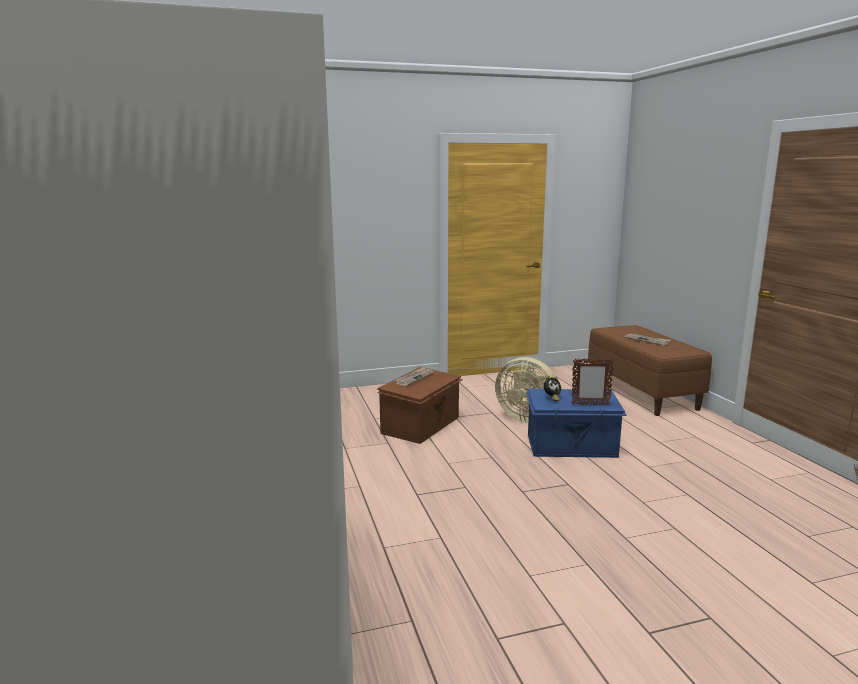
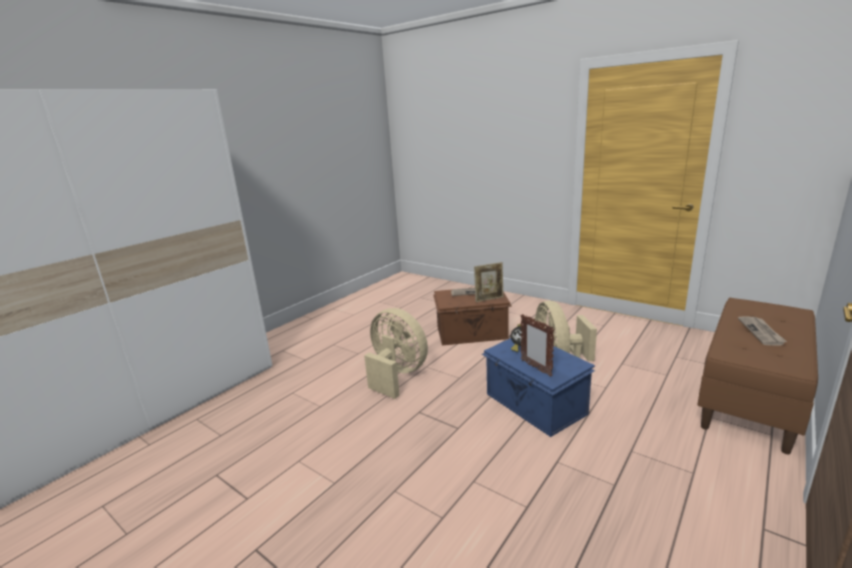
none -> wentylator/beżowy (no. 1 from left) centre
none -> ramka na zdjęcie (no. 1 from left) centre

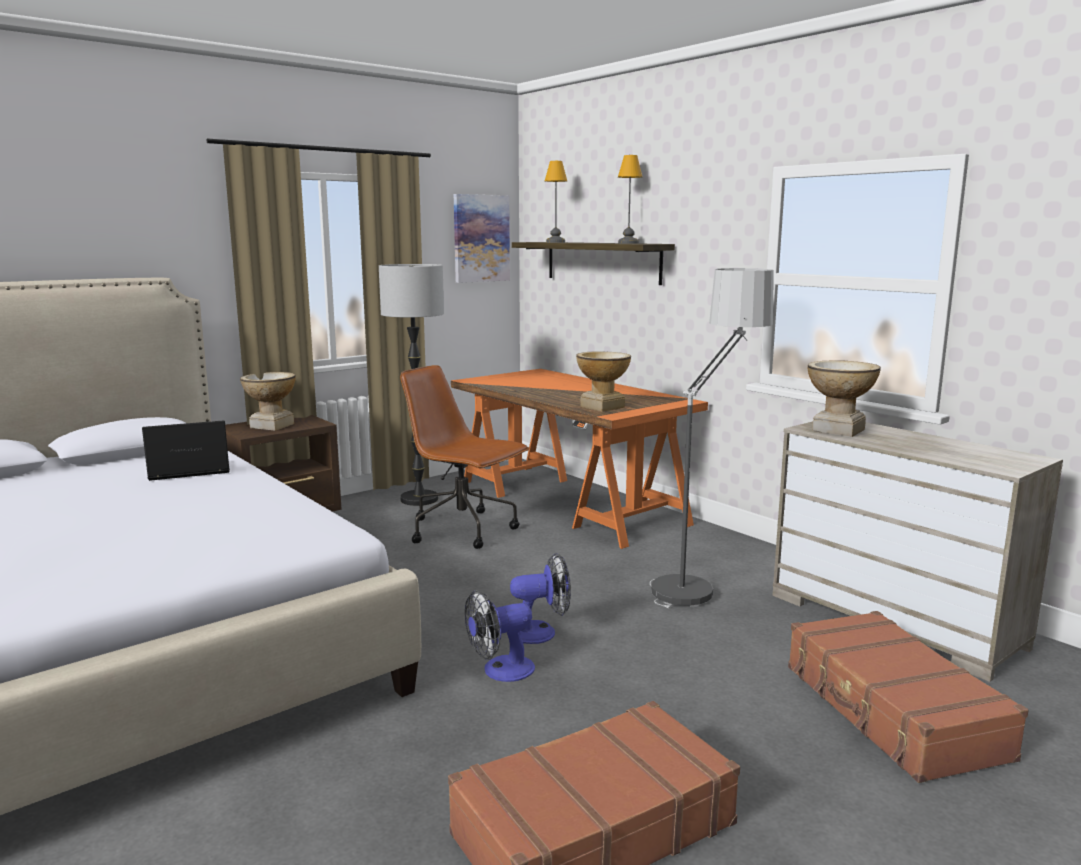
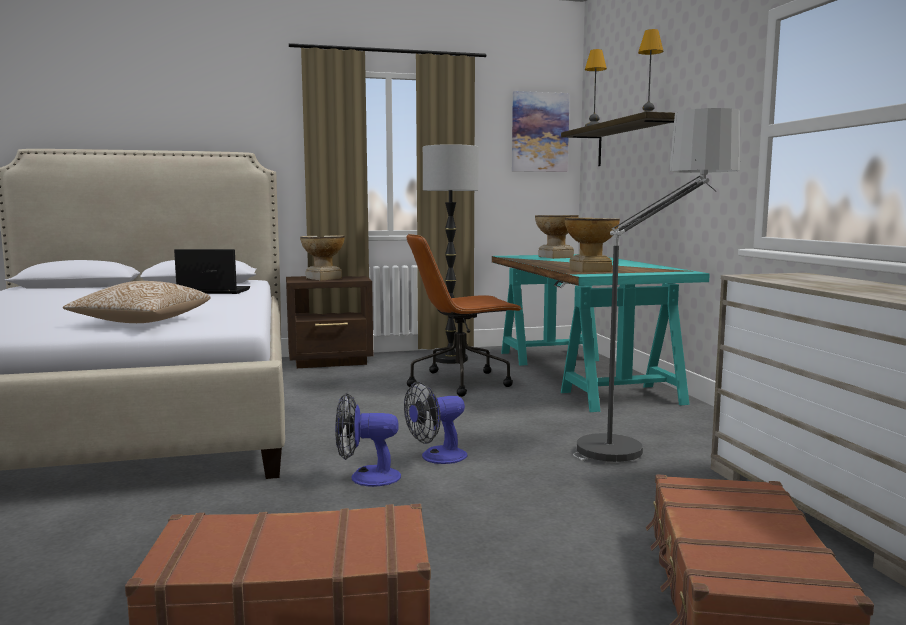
none -> poduszka middle left
wentylator (no. 2 from left) bottom centre, 135 degrees clockwise
krzesło biurowe/brązowy centre, 75 degrees counterclockwise
biurko/pomarańczowy centre -> biurko/turkusowy centre
wazon (no. 3 from left in the first image) middle right -> wazon (no. 2 from left) centre, shifted

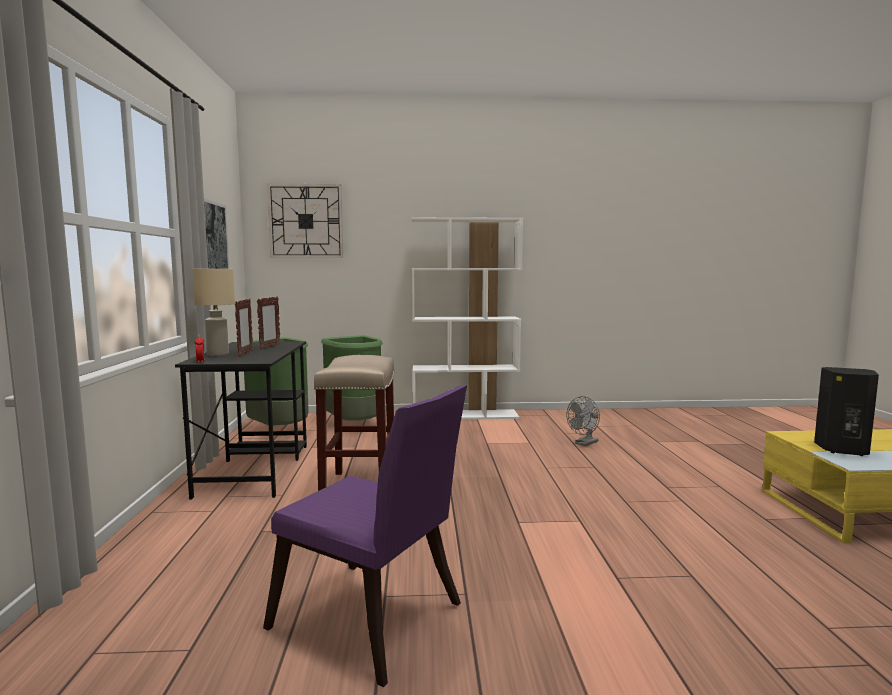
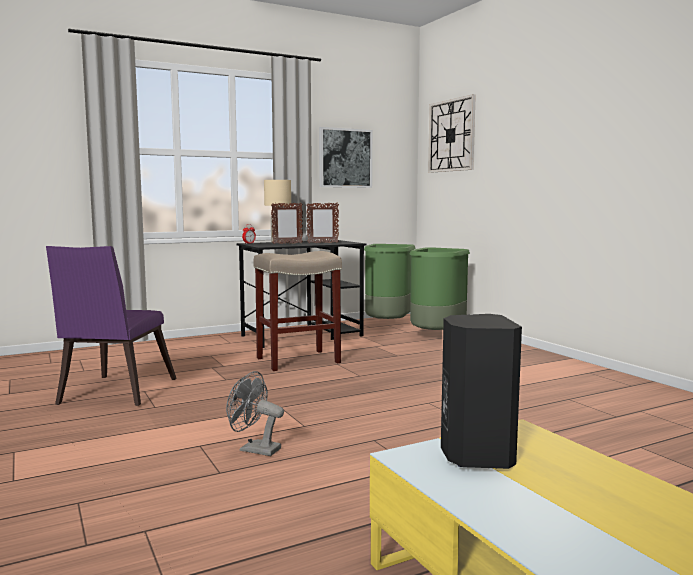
wentylator/szary centre -> wentylator/szary bottom centre, shifted
regał/biały centre -> none

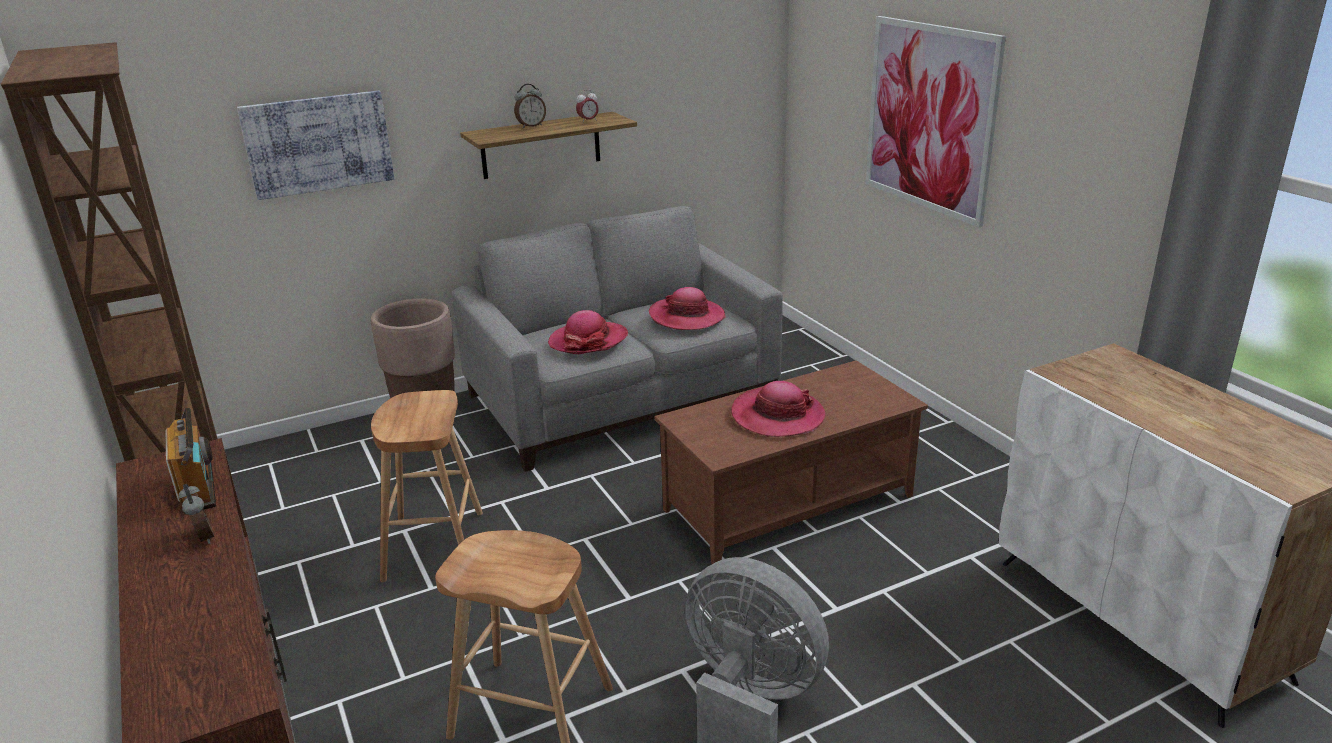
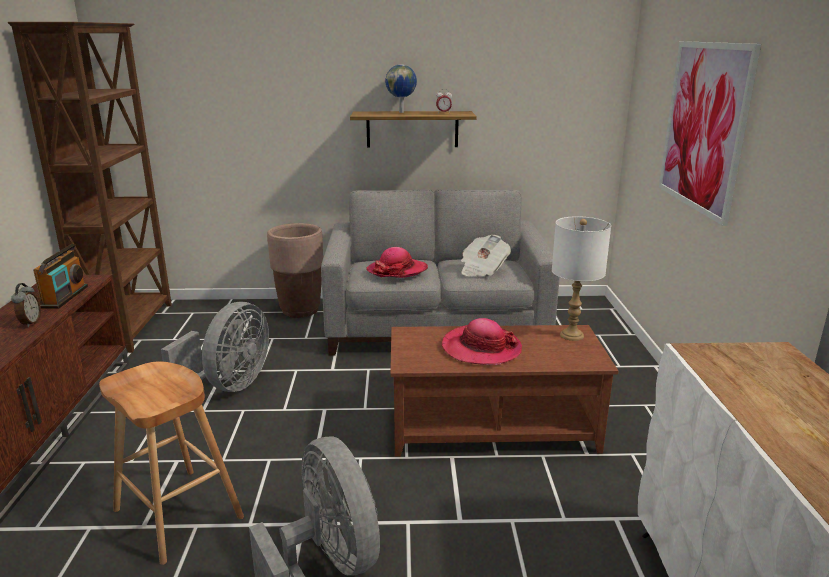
stołek/brązowy (no. 1 from left) middle left -> wentylator/szary (no. 1 from left) middle left
budzik (no. 2 from left) top centre -> globus top centre
kapelusz (no. 2 from left) centre -> gazeta centre
none -> lampa stołowa/biały middle right
obraz (no. 1 from left) top left -> none

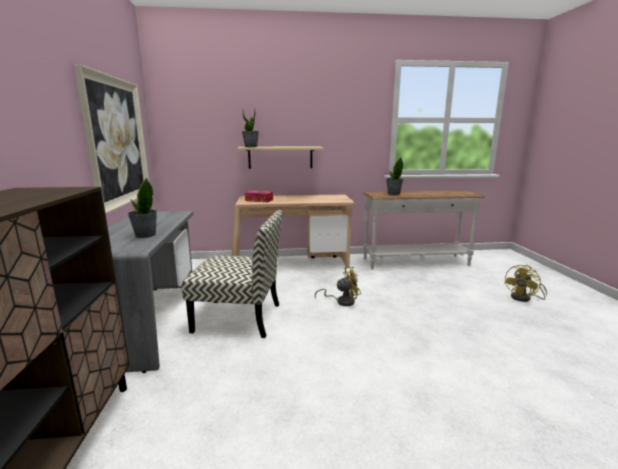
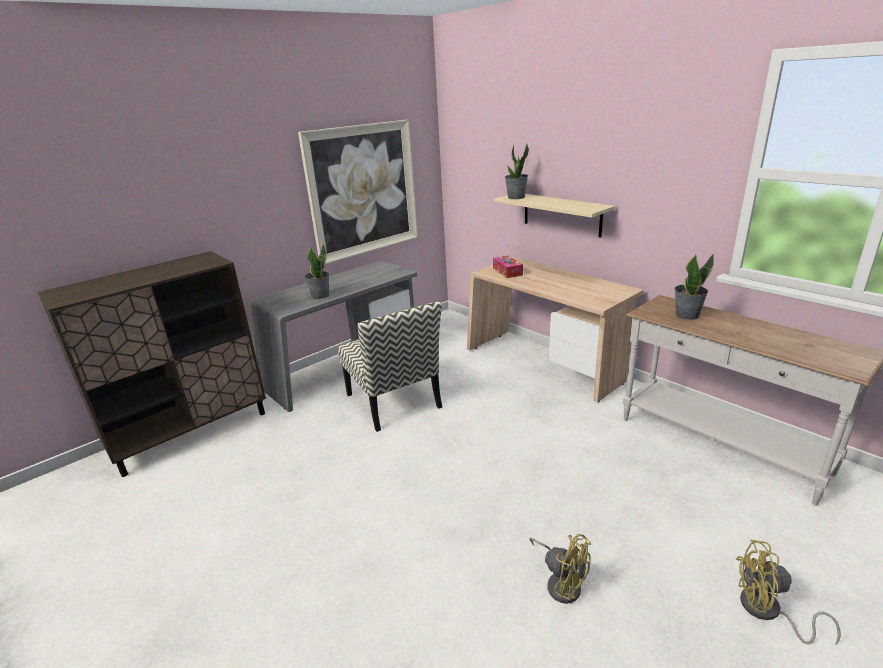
wentylator/żółty (no. 1 from left) centre -> wentylator/żółty (no. 1 from left) bottom centre, shifted

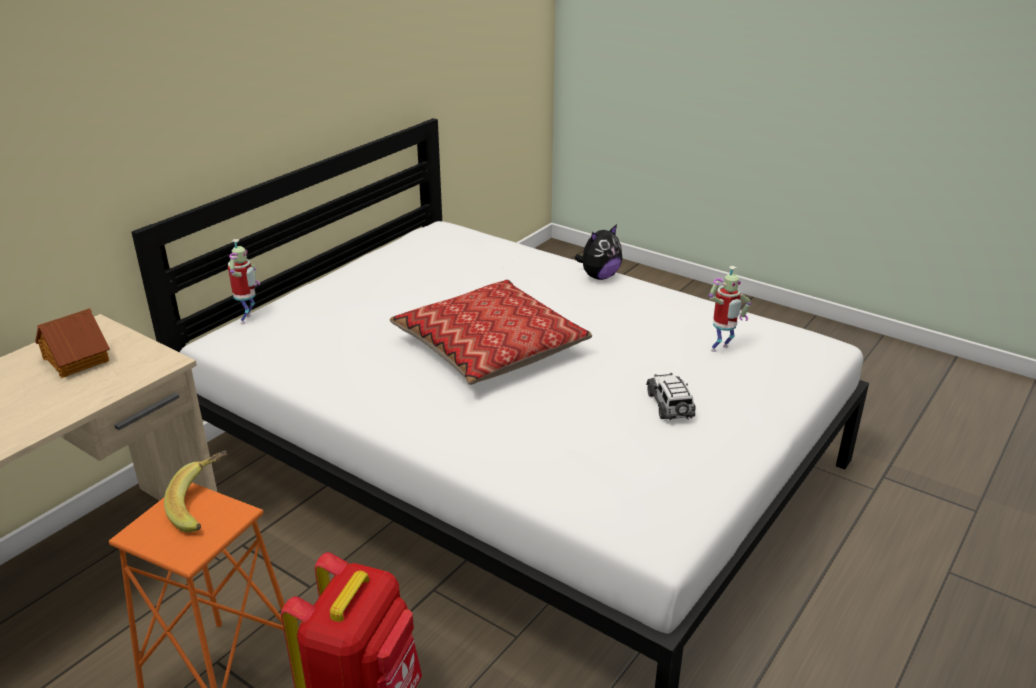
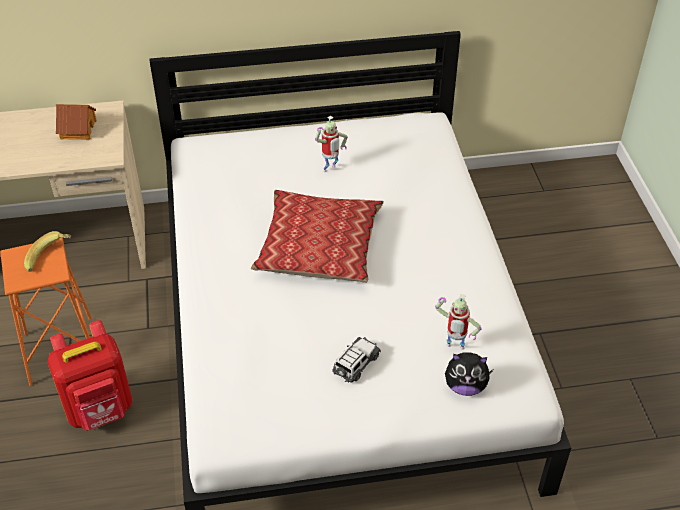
robot zabawkowy (no. 1 from left) middle left -> robot zabawkowy (no. 1 from left) top centre, shifted
pluszak centre -> pluszak bottom right, shifted

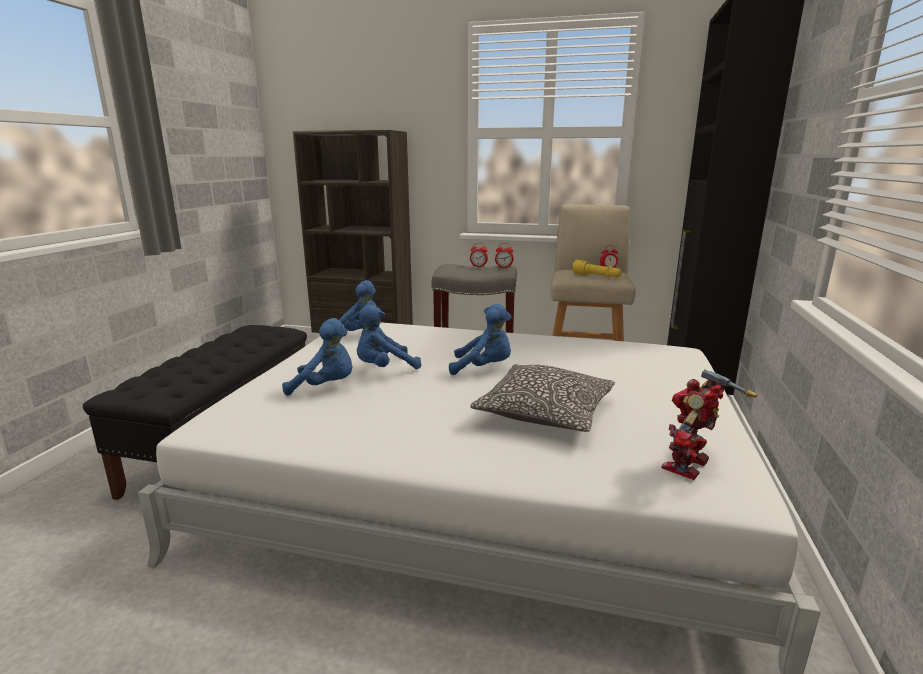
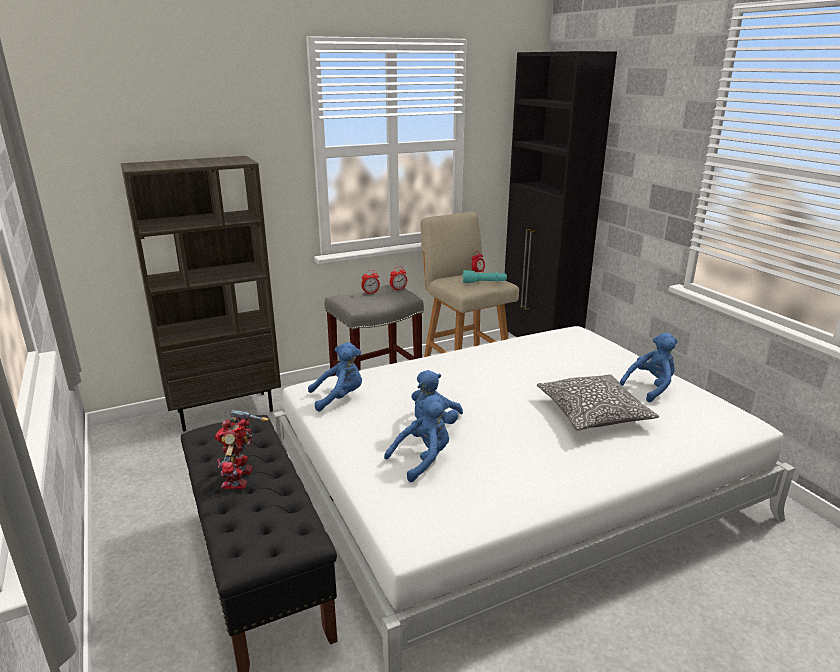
robot zabawkowy middle right -> robot zabawkowy bottom left, shifted
latarka/żółty centre -> latarka/turkusowy centre
pluszak/niebieski (no. 4 from left) centre -> pluszak/niebieski (no. 4 from left) middle right, shifted

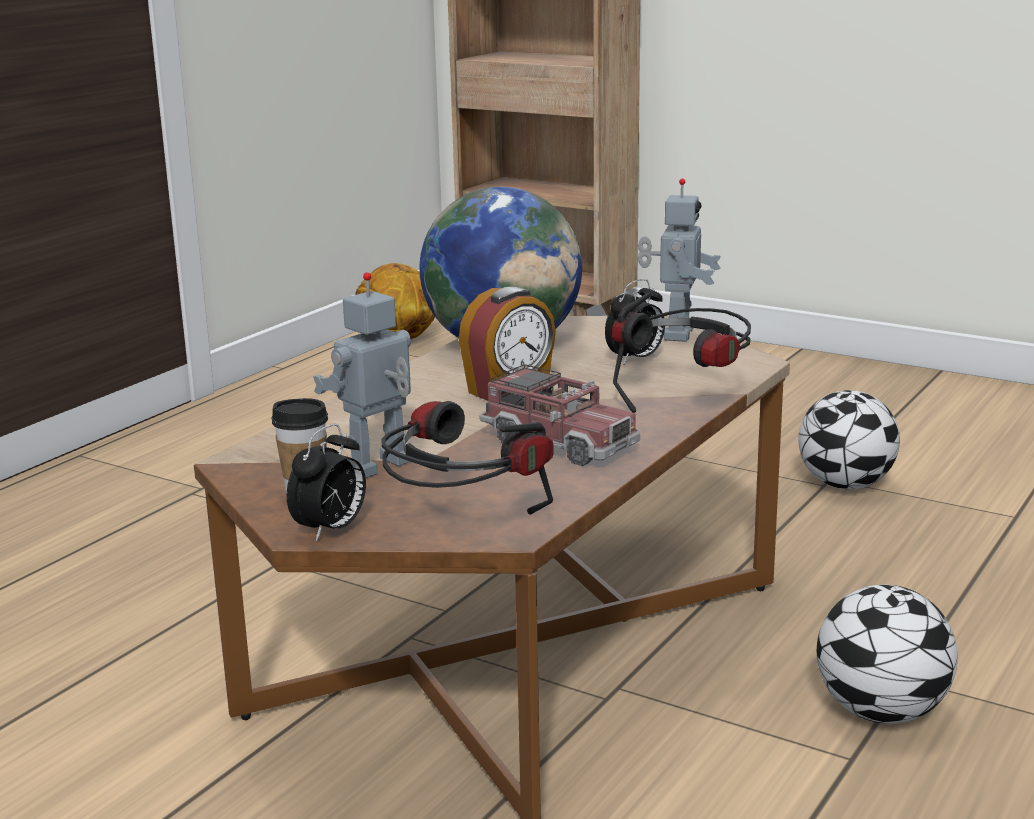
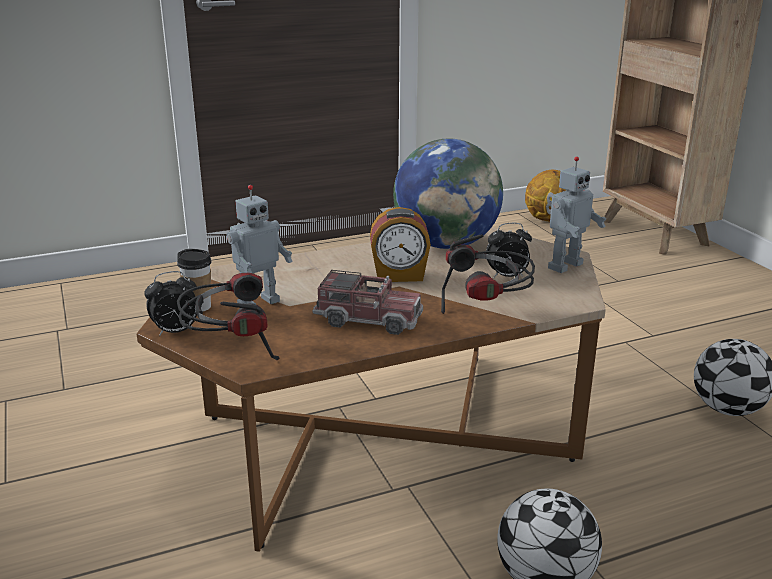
robot zabawkowy (no. 1 from left) centre, 150 degrees clockwise
ciężarówka zabawkowa centre, 60 degrees counterclockwise

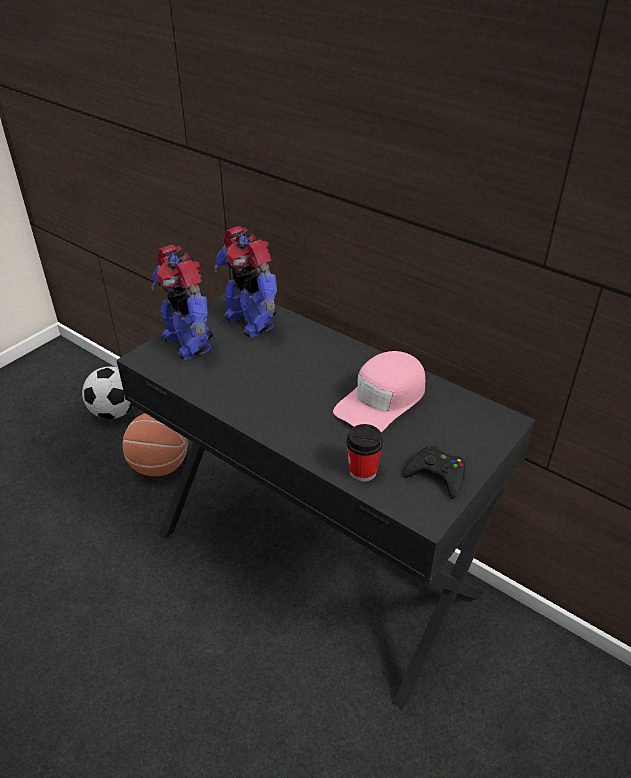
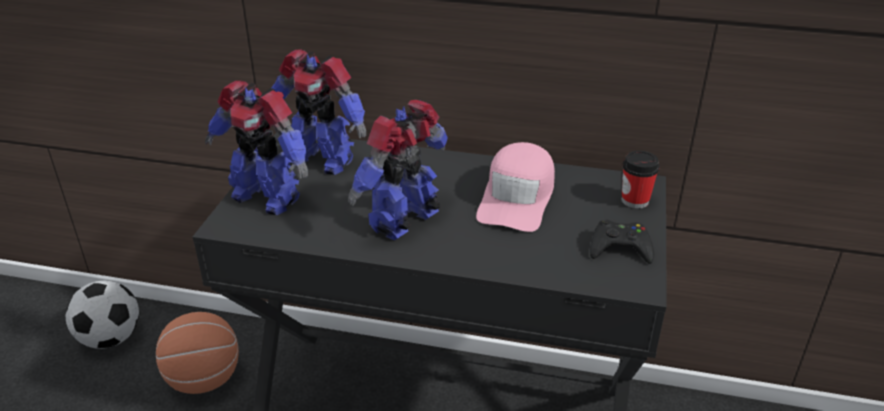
none -> robot zabawkowy (no. 3 from left) centre
filiżanka centre -> filiżanka middle right, shifted

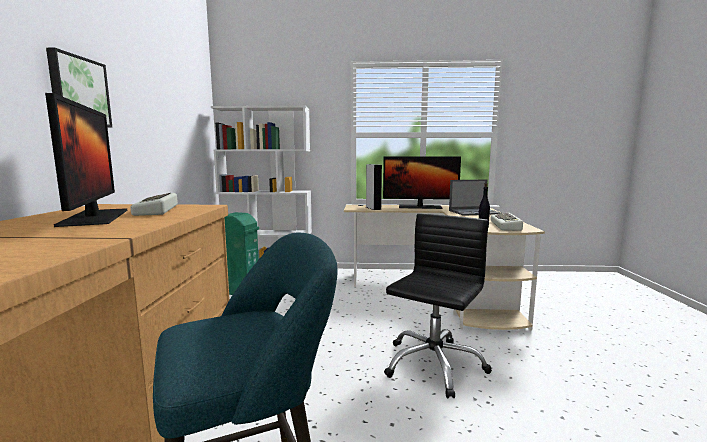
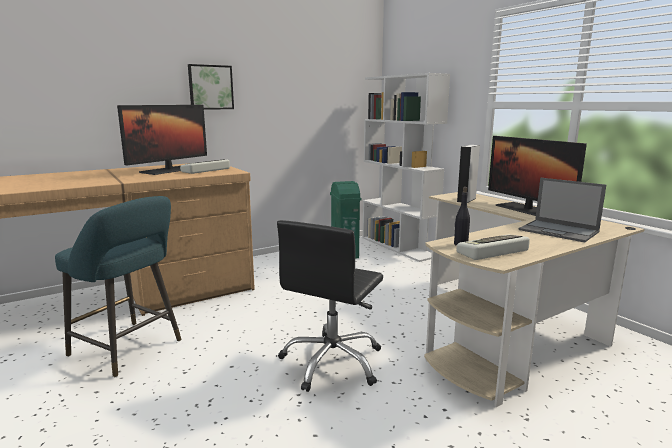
krzesło biurowe/czarny bottom centre, 120 degrees clockwise

